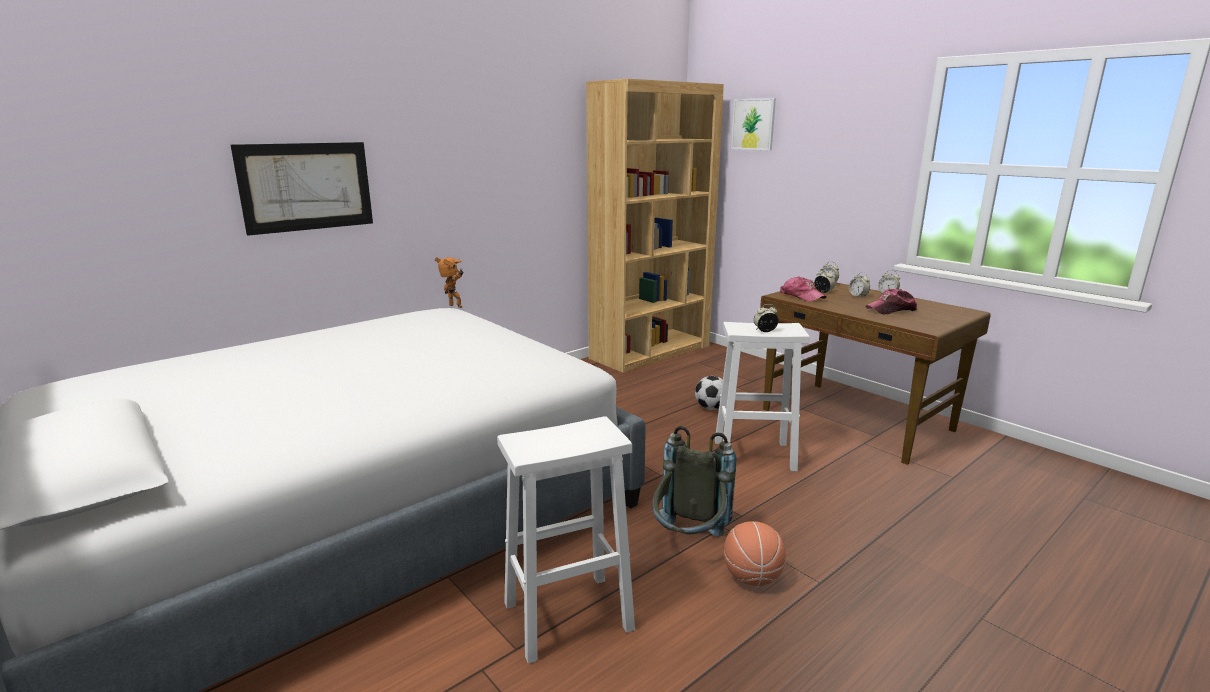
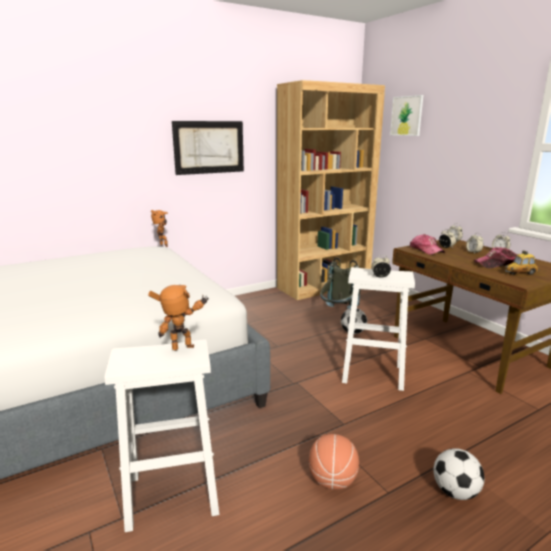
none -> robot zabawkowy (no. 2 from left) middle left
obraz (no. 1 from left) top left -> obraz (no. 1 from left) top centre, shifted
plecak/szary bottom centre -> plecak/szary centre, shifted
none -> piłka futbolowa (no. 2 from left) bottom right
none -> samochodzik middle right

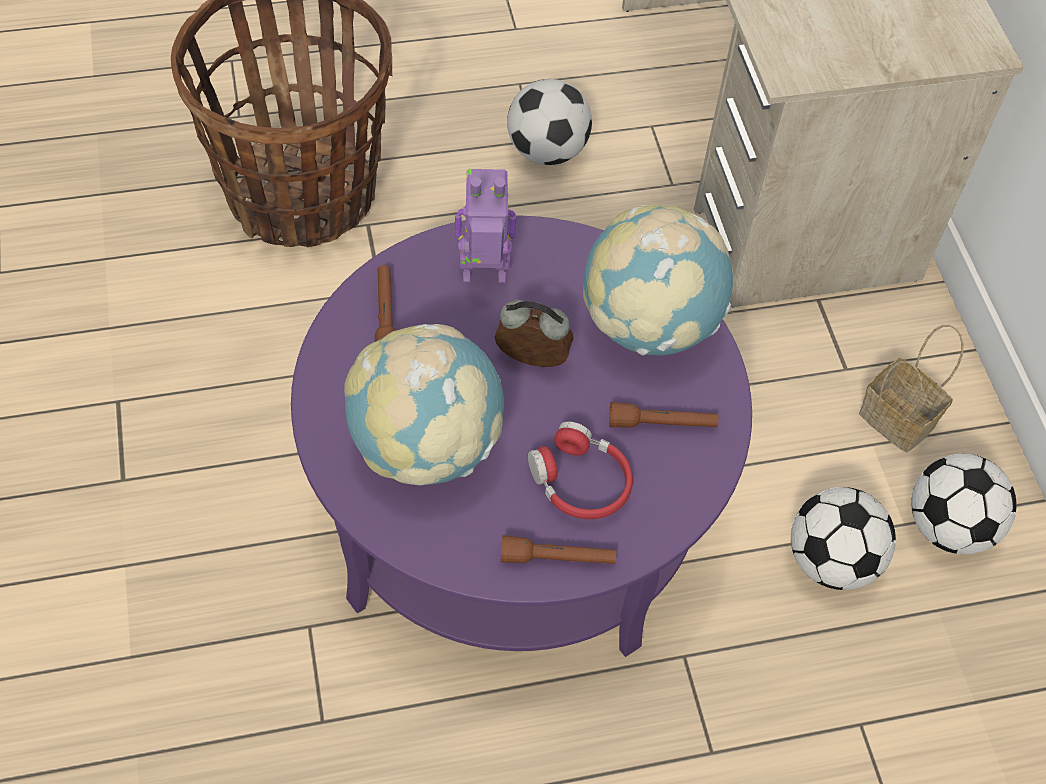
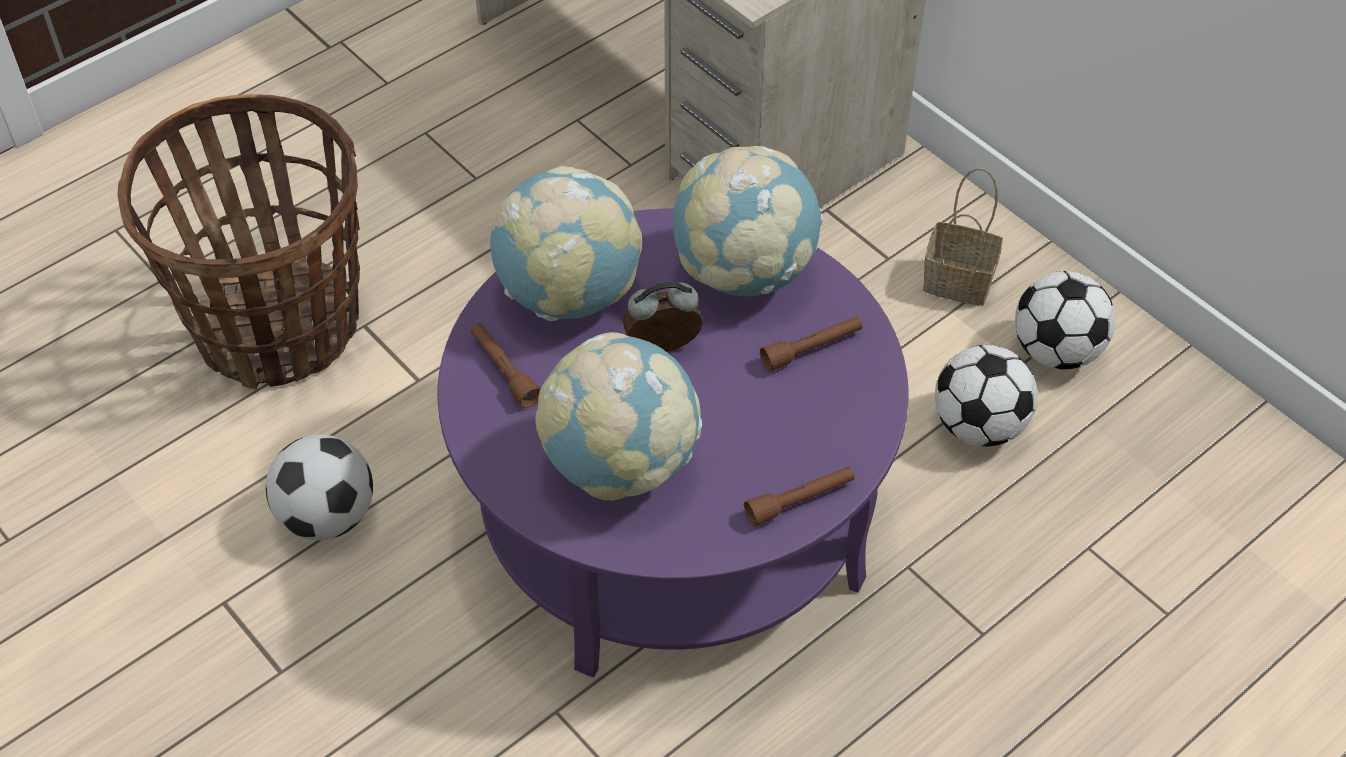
piłka futbolowa (no. 1 from left) top centre -> piłka futbolowa (no. 1 from left) middle left, shifted
robot zabawkowy top centre -> globus (no. 1 from left) top centre
słuchawki/czerwony centre -> none

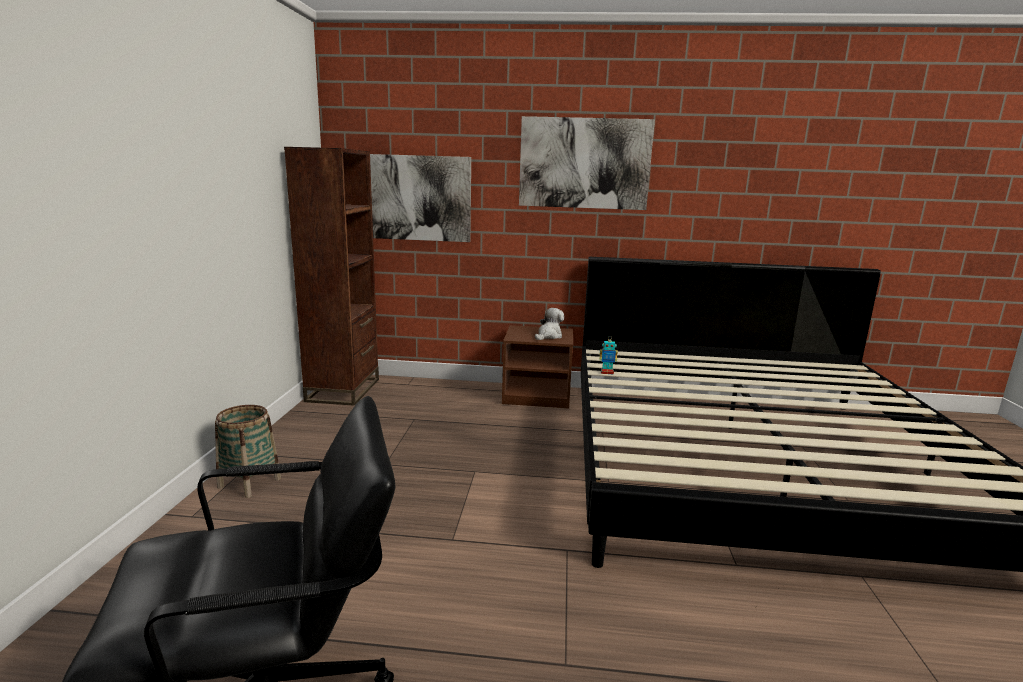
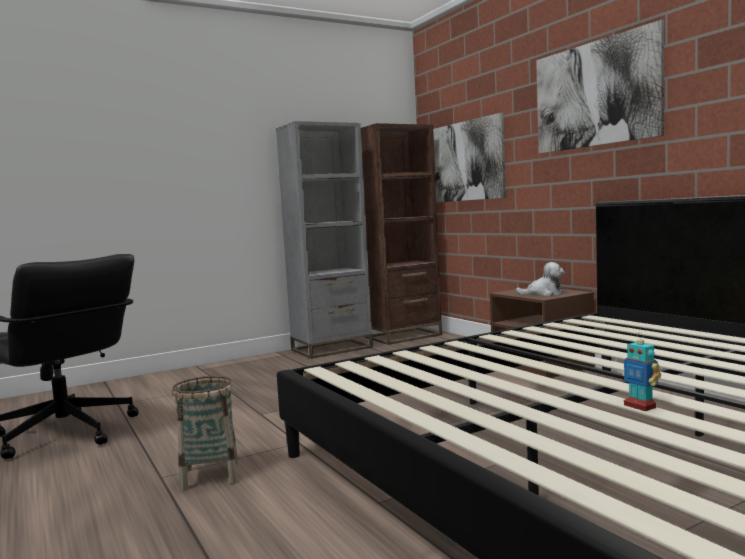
koszyk middle left -> koszyk bottom left, shifted
none -> regał/szary centre
robot zabawkowy centre -> robot zabawkowy middle right, shifted

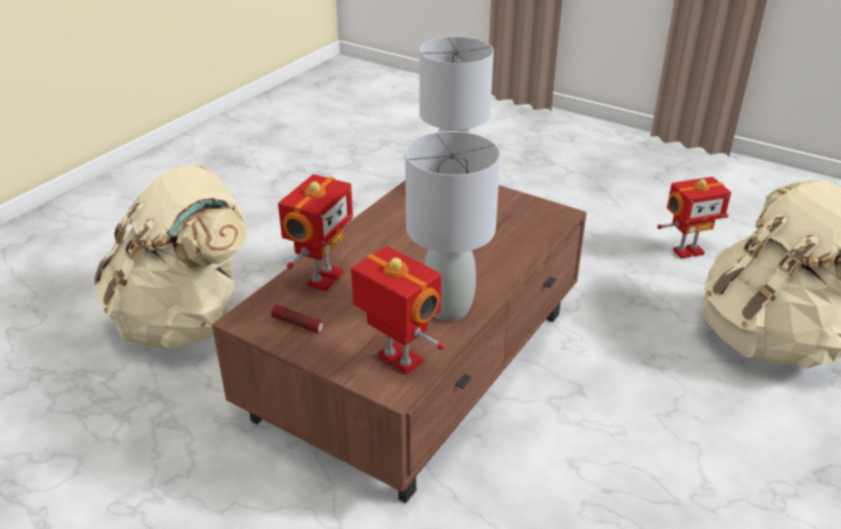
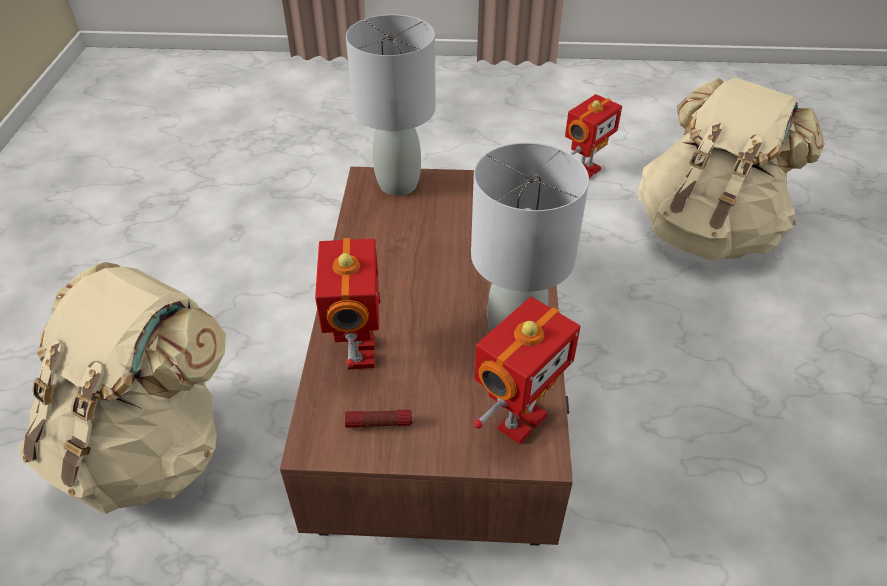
robot zabawkowy (no. 2 from left) centre, 120 degrees clockwise

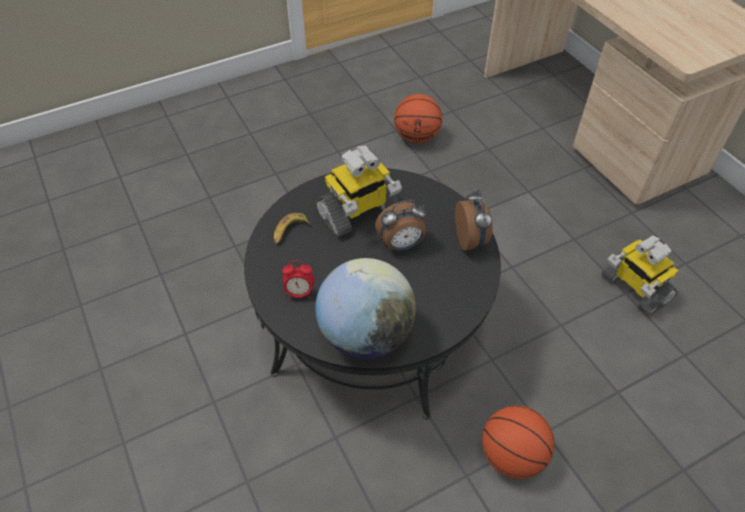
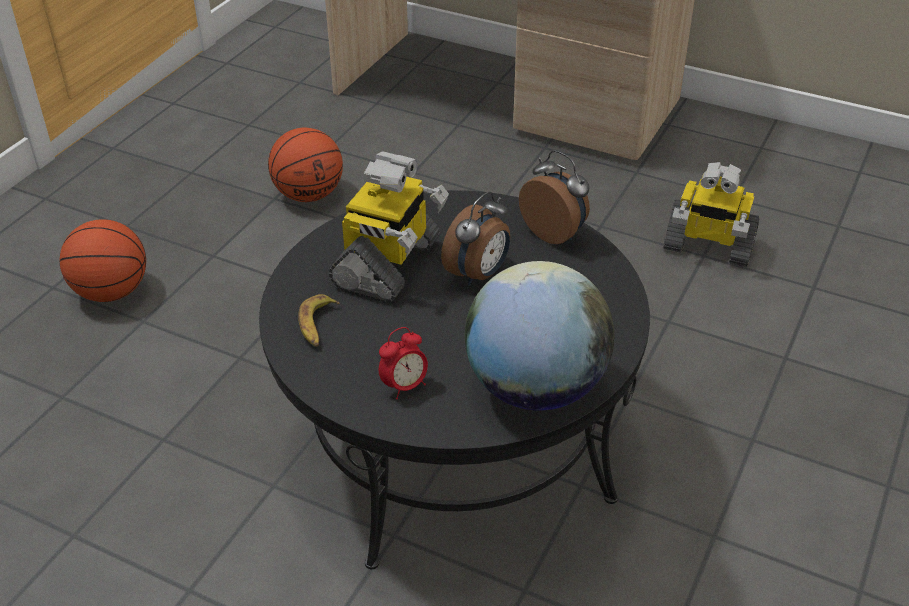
piłka do koszykówki (no. 2 from left in the first image) bottom right -> piłka do koszykówki (no. 1 from left) middle left, shifted

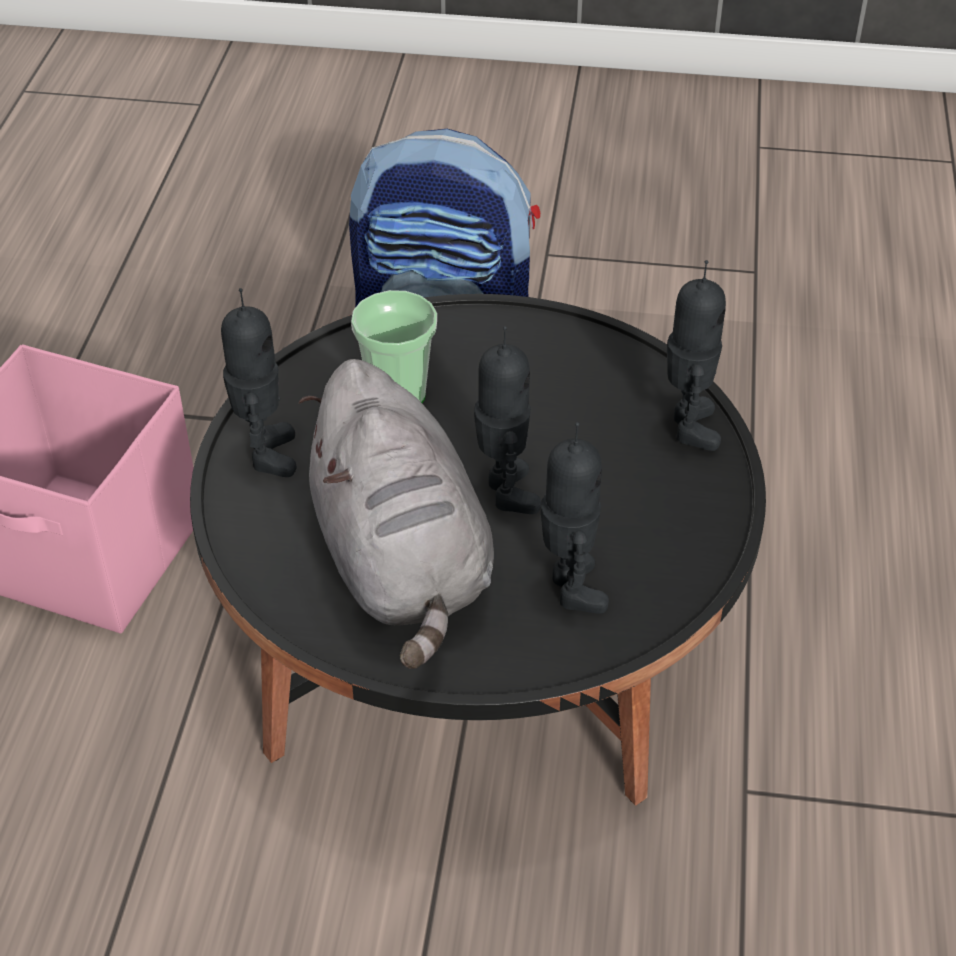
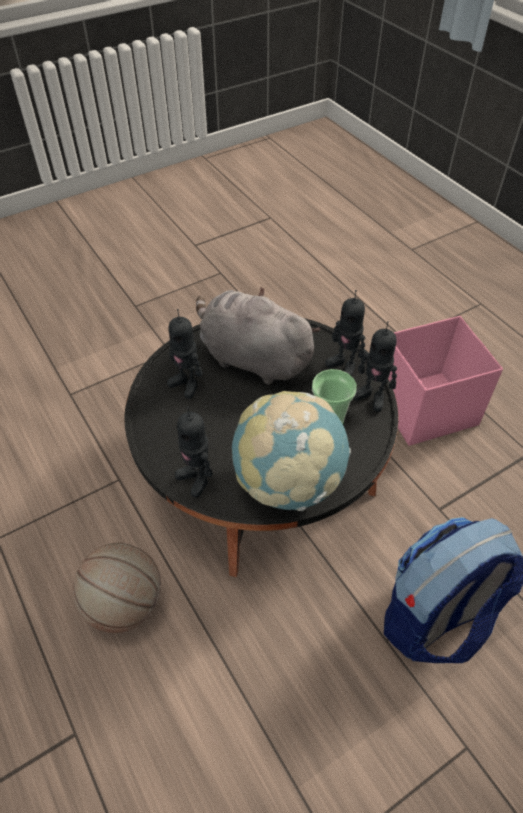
none -> piłka do koszykówki bottom left
none -> globus centre
robot zabawkowy (no. 2 from left in the first image) centre -> robot zabawkowy (no. 4 from left) middle right, shifted

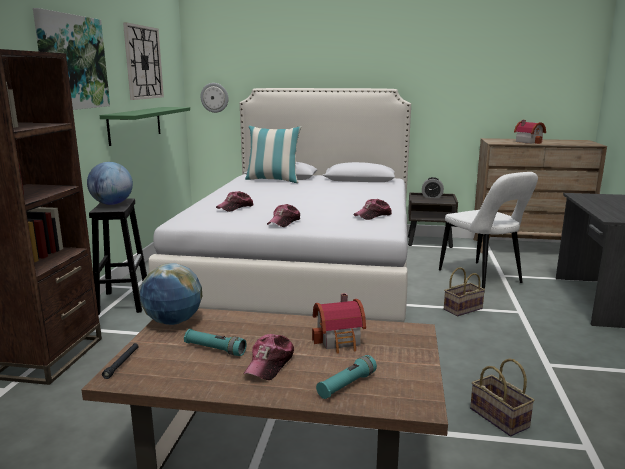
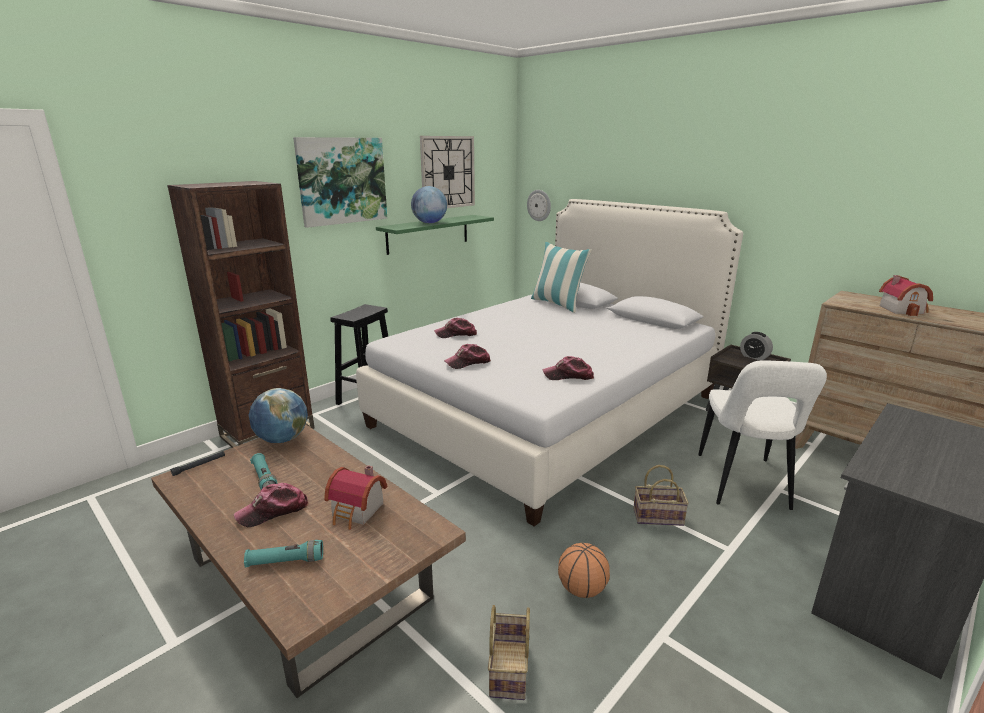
globus (no. 1 from left in the first image) middle left -> globus (no. 2 from left) top centre, shifted
none -> piłka do koszykówki bottom centre

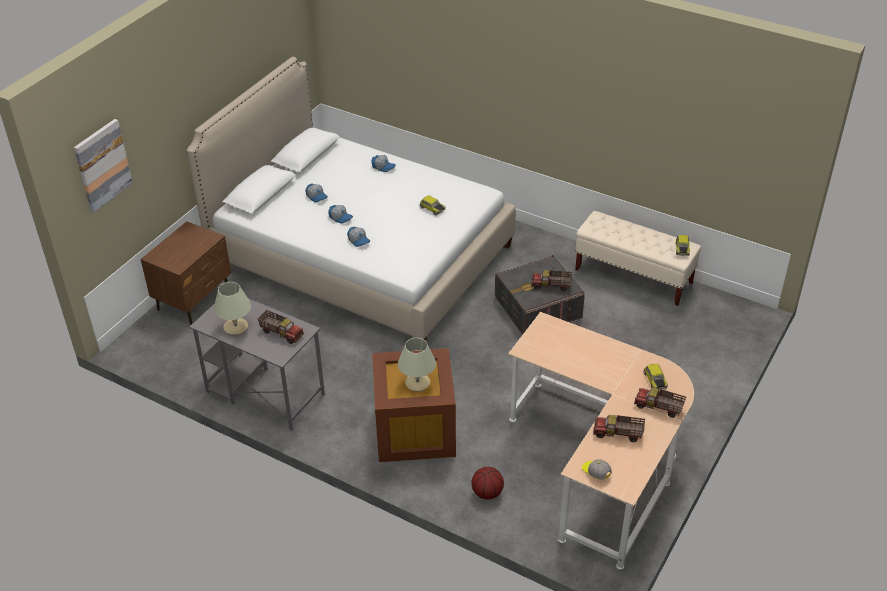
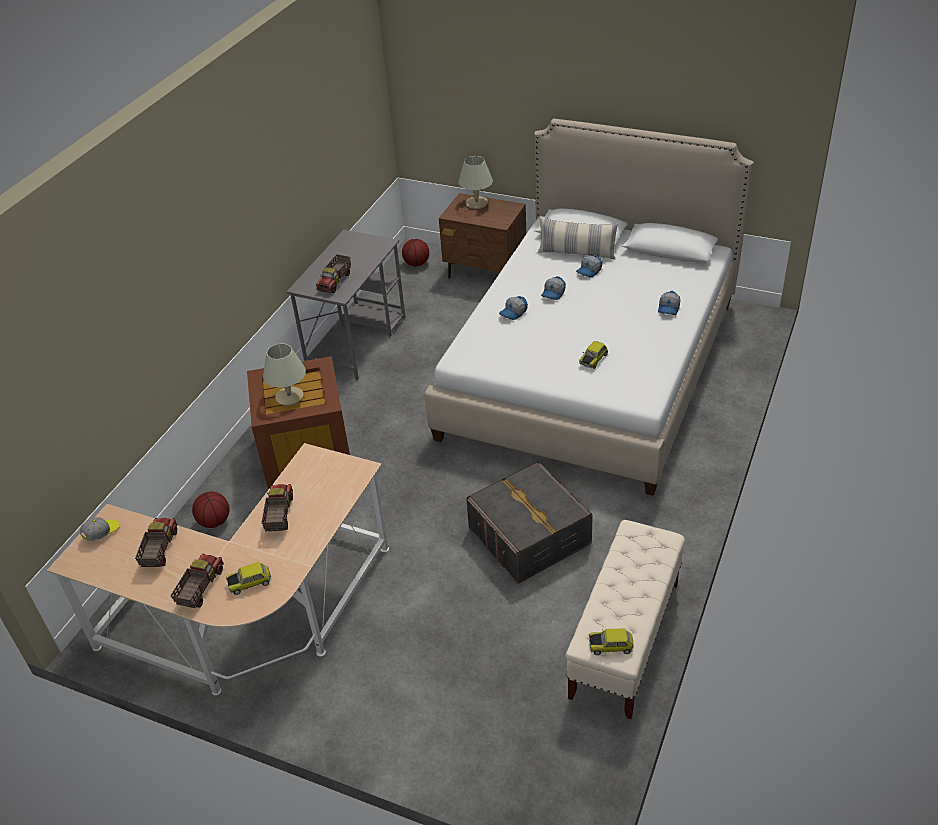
ciężarówka zabawkowa (no. 2 from left in the first image) centre -> ciężarówka zabawkowa (no. 3 from left) middle left, shifted
none -> piłka do koszykówki (no. 2 from left) top centre
lampa stołowa/beżowy (no. 1 from left in the first image) middle left -> lampa stołowa/beżowy (no. 2 from left) top centre, shifted
none -> poduszka top centre
obraz top left -> none

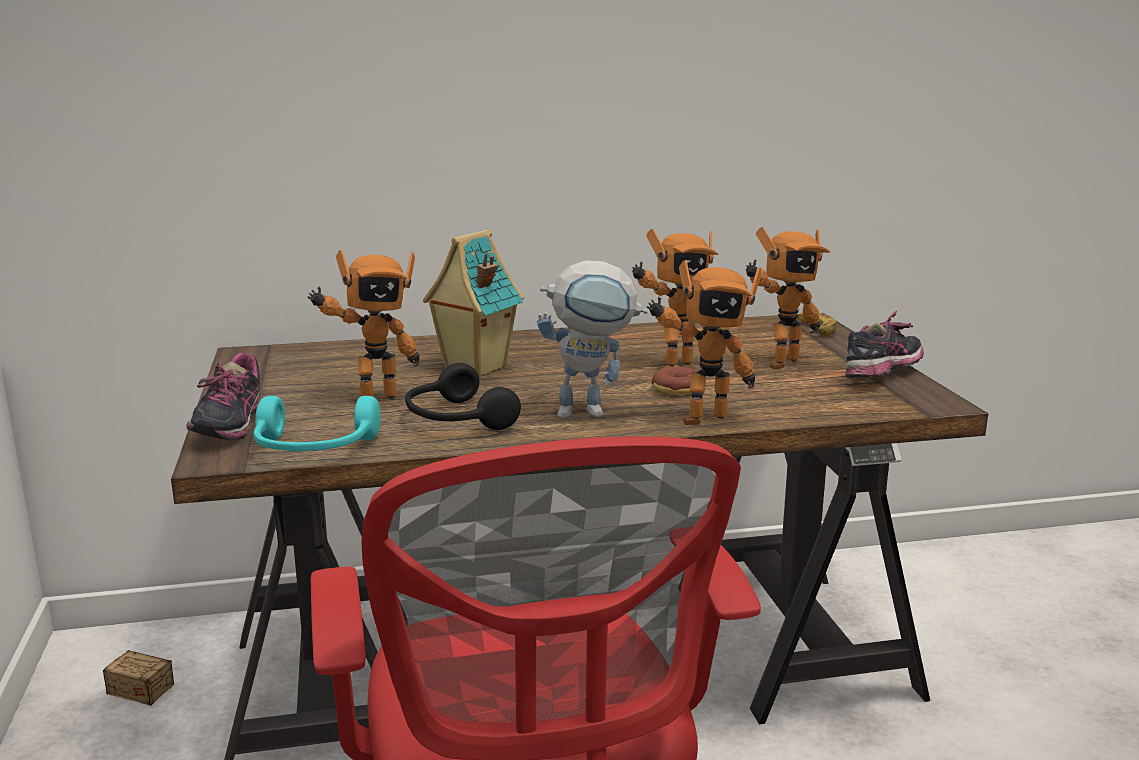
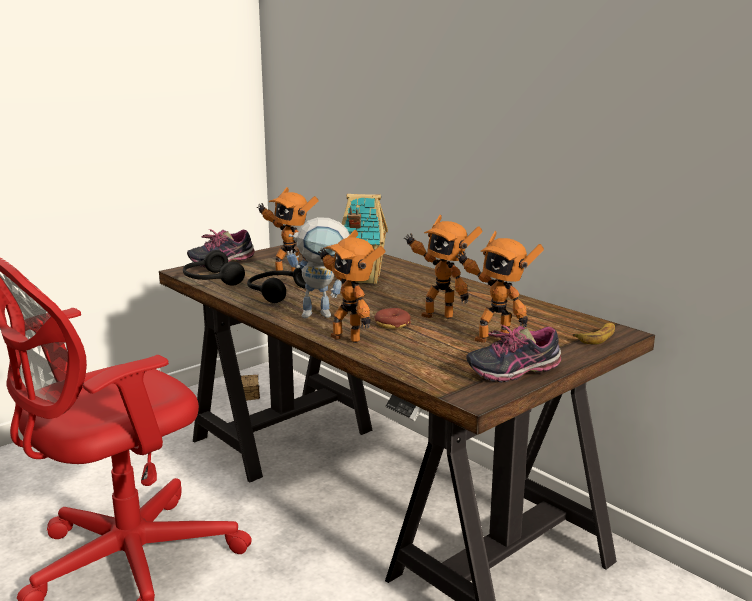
słuchawki/turkusowy middle left -> słuchawki/czarny (no. 1 from left) middle left
robot zabawkowy (no. 2 from left) centre, 60 degrees counterclockwise
but (no. 2 from left) middle right, 150 degrees clockwise

